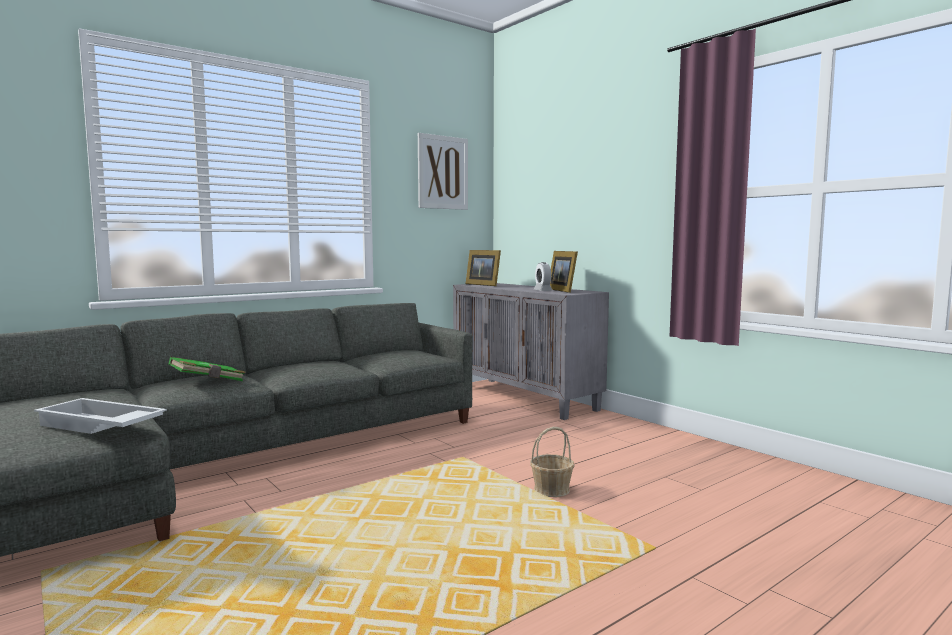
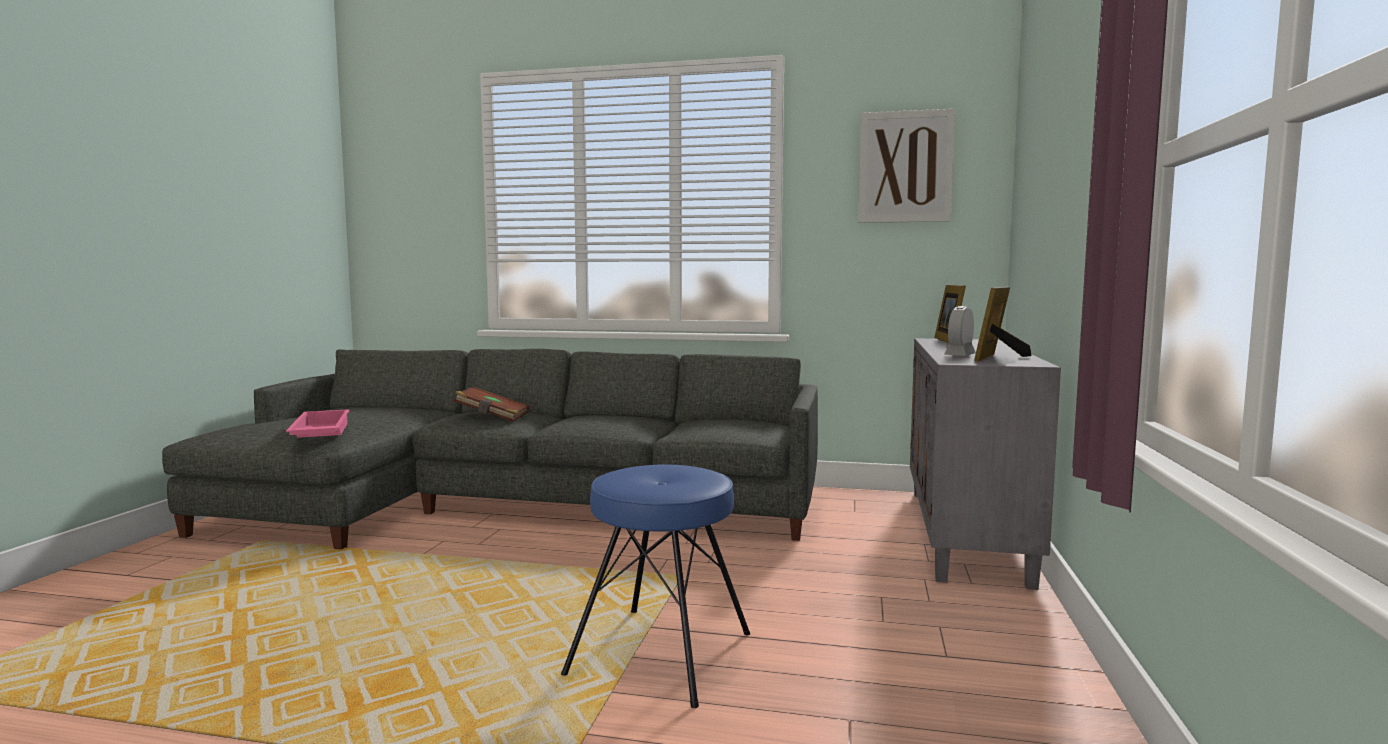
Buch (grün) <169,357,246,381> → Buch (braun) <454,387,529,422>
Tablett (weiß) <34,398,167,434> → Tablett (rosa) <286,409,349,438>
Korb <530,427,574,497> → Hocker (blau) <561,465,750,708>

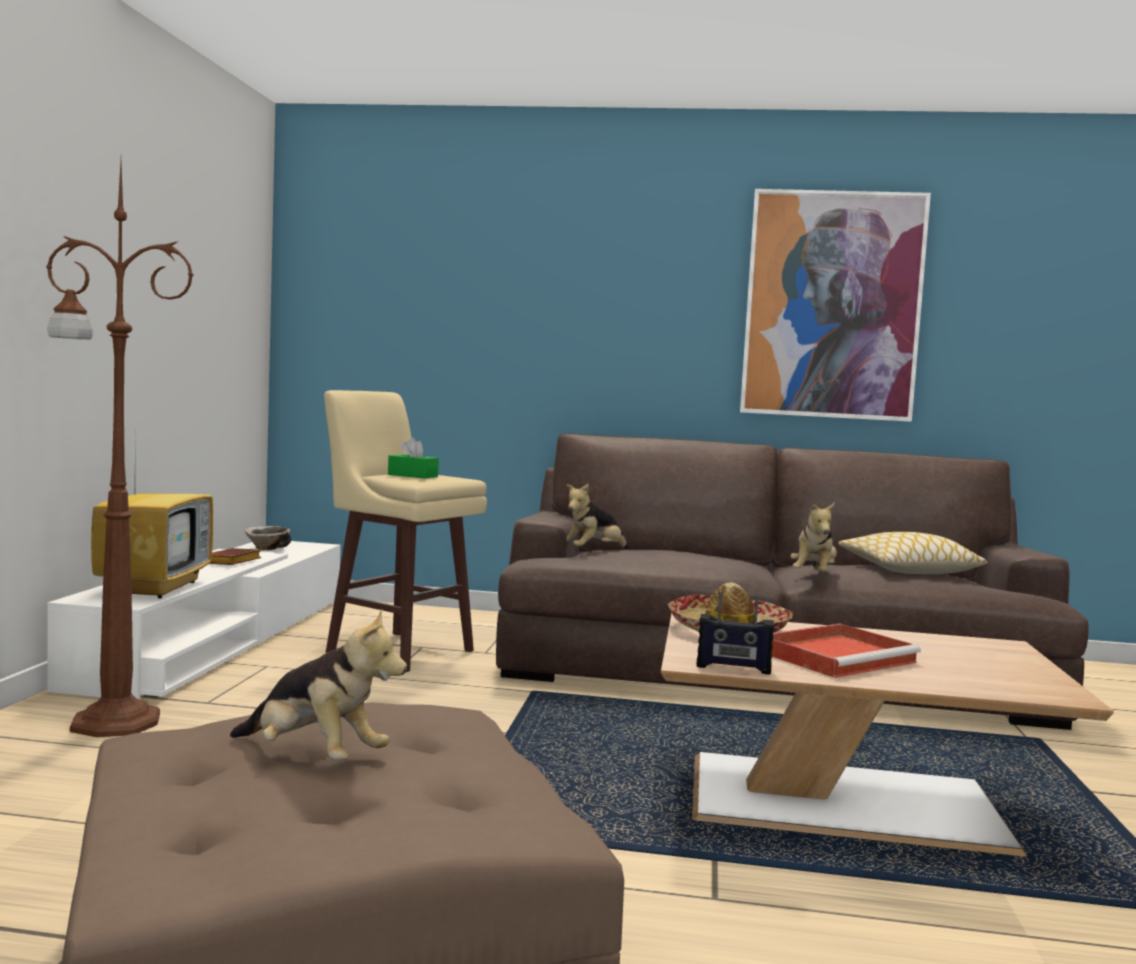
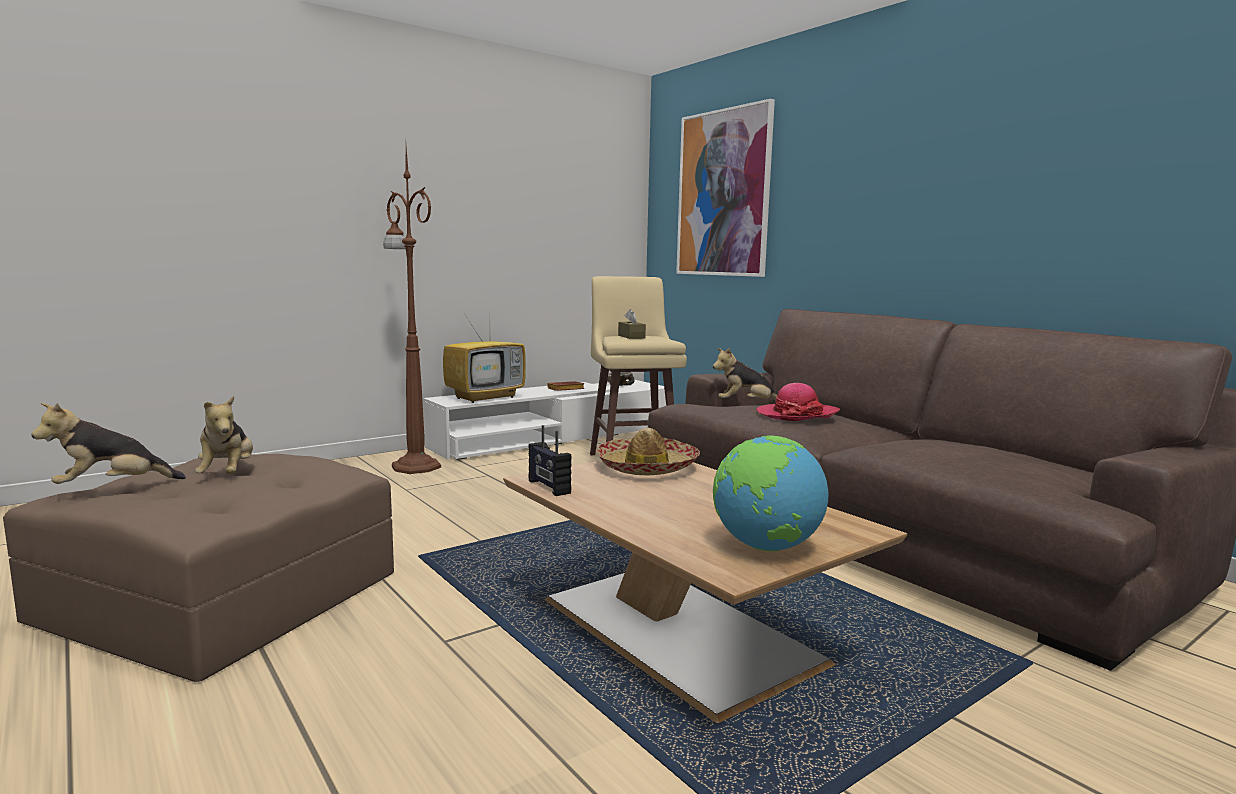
Bild <740,189,931,422> → Bild <676,99,775,277>, moved
Taschentuchbox (grün) <388,438,439,479> → Taschentuchbox (braun) <618,309,646,339>
Plüschtier <790,502,837,573> → Plüschtier <31,403,186,484>, moved
Kissen <838,532,987,574> → -
Tablett (rot) <772,624,921,678> → -
- → Hut <756,383,840,421>
- → Globus <713,436,829,551>

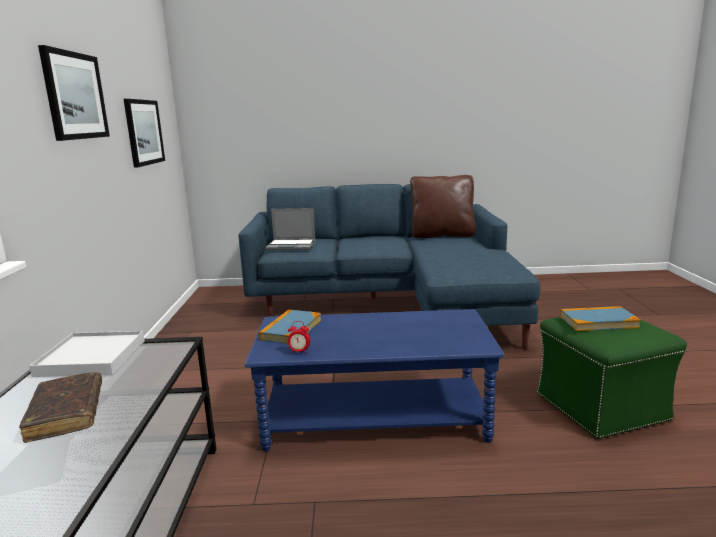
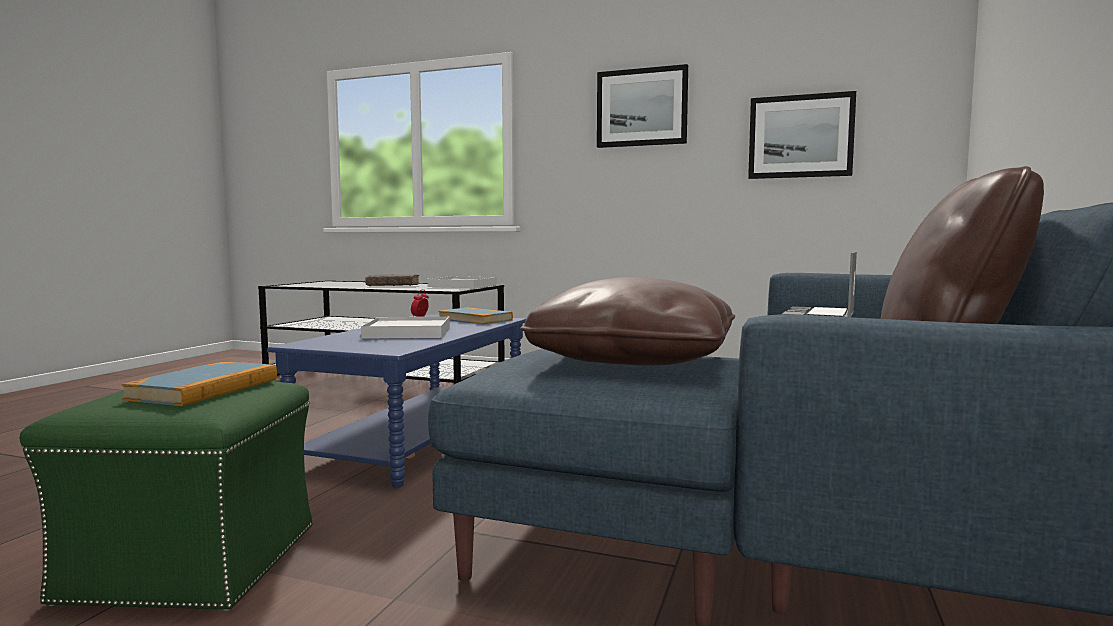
- → Kissen (braun) <520,277,735,366>
- → Tablett (weiß) <361,317,450,339>

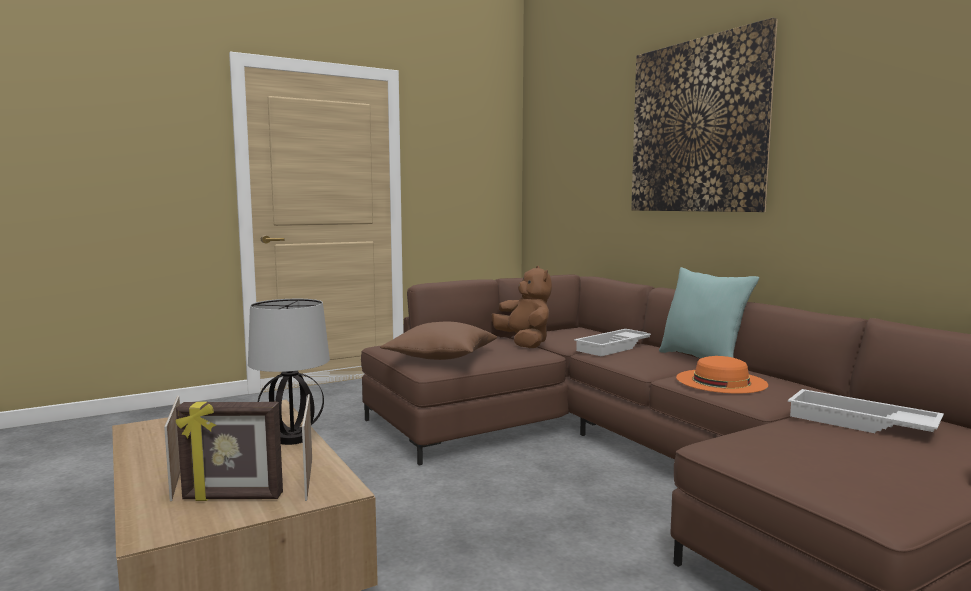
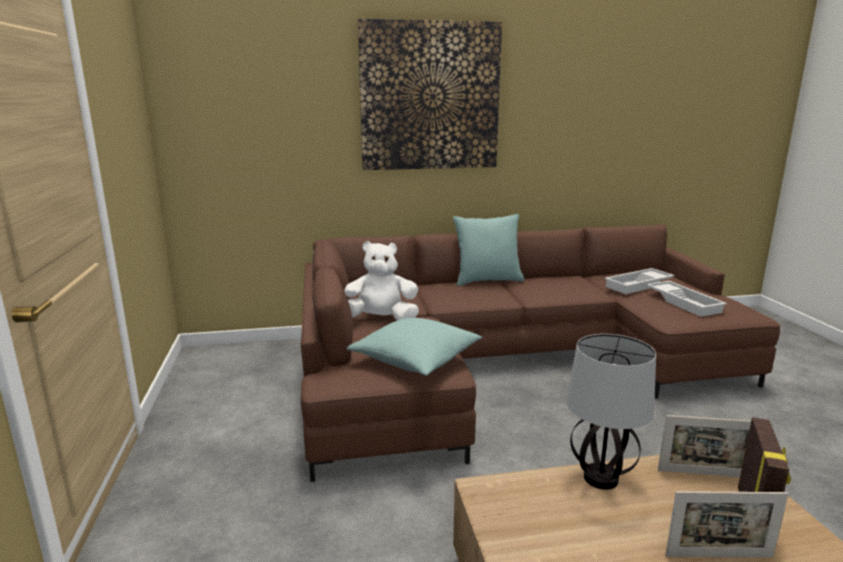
Plüschtier (braun) <491,266,552,348> → Plüschtier (weiß) <344,241,419,320>
Kissen (braun) <380,322,497,360> → Kissen (türkis) <347,318,483,376>
Tablett (weiß) <574,329,651,356> → Tablett (weiß) <646,281,727,317>, moved
Hut (orange) <676,356,768,393> → -

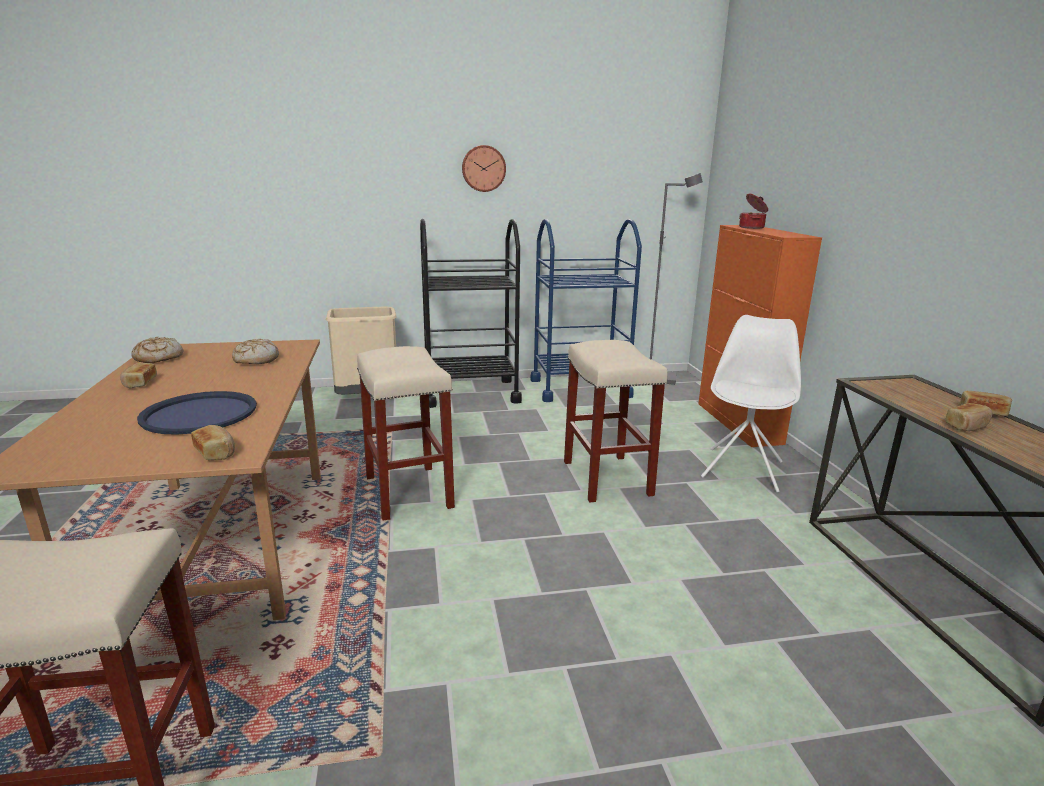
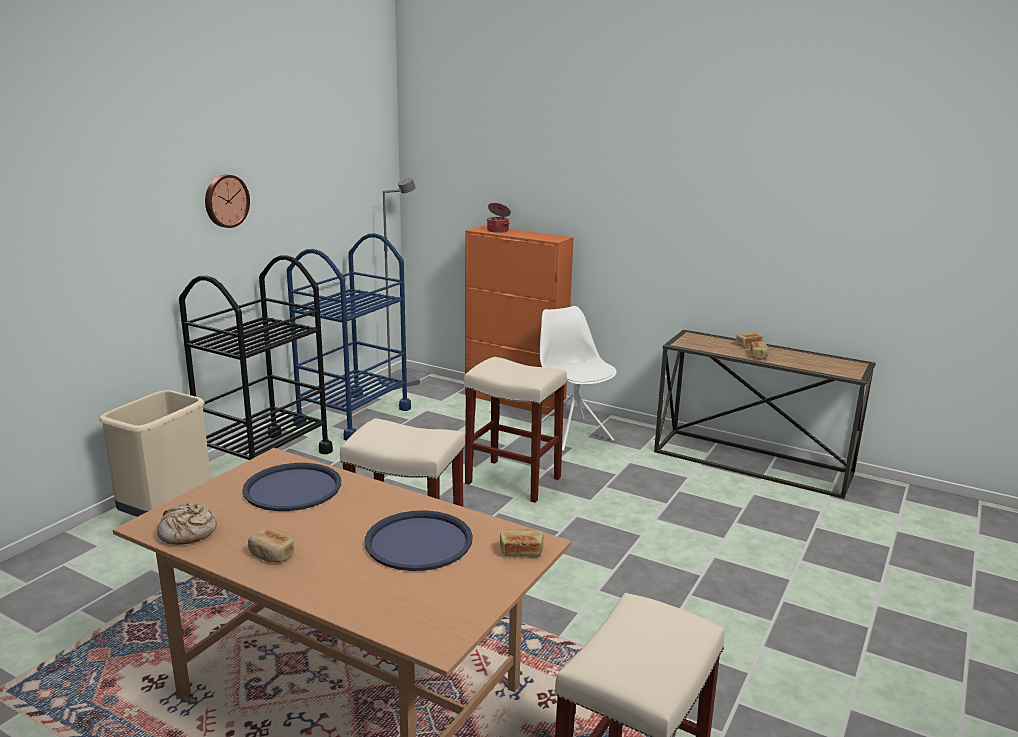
Brot <232,339,279,364> → Tablett (blau) <242,463,341,511>

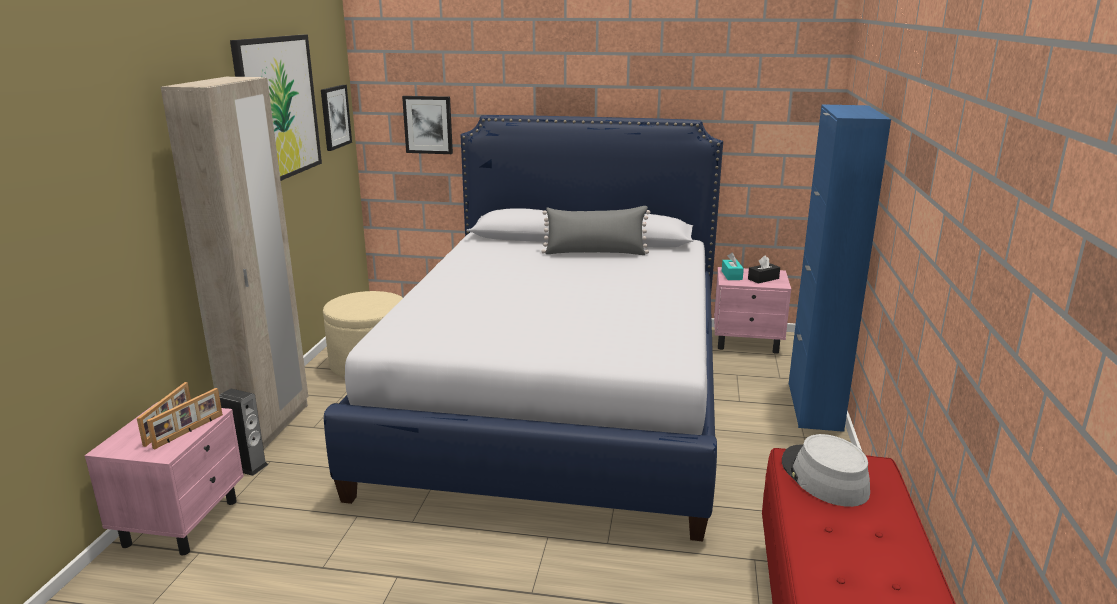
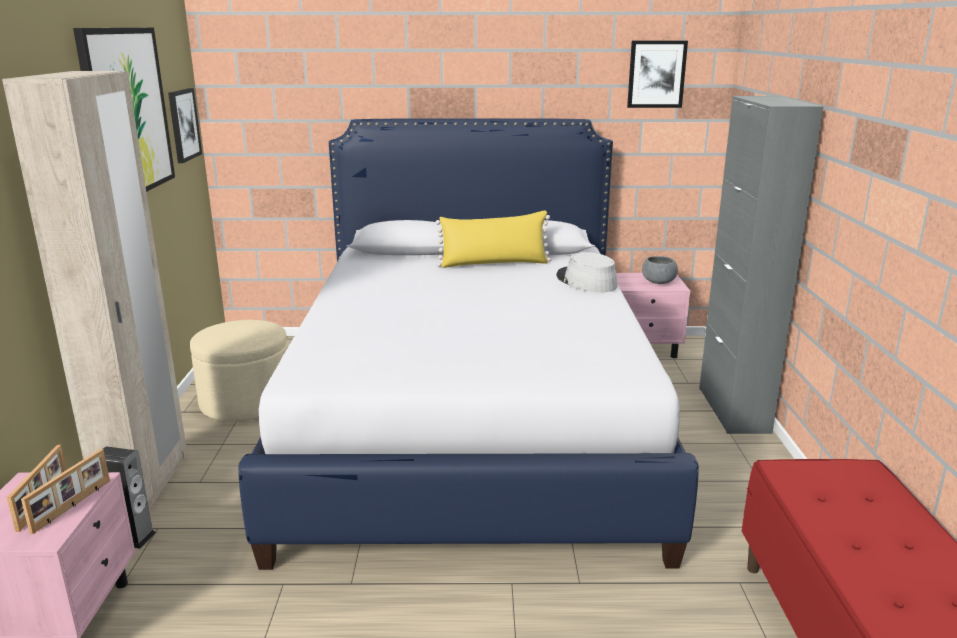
Bild <402,96,453,154> → Bild <627,41,688,108>, moved
Schrank (blau) <789,104,891,432> → Schrank (grau) <699,96,824,434>
Kissen (grau) <541,206,650,255> → Kissen (gelb) <435,211,551,268>
Taschentuchbox (türkis) <722,252,744,280> → -
Taschentuchbox (schwarz) <748,255,780,284> → Schüssel (grau) <642,256,678,284>
Hut (grau) <782,434,870,507> → Hut (grau) <557,252,618,293>, moved

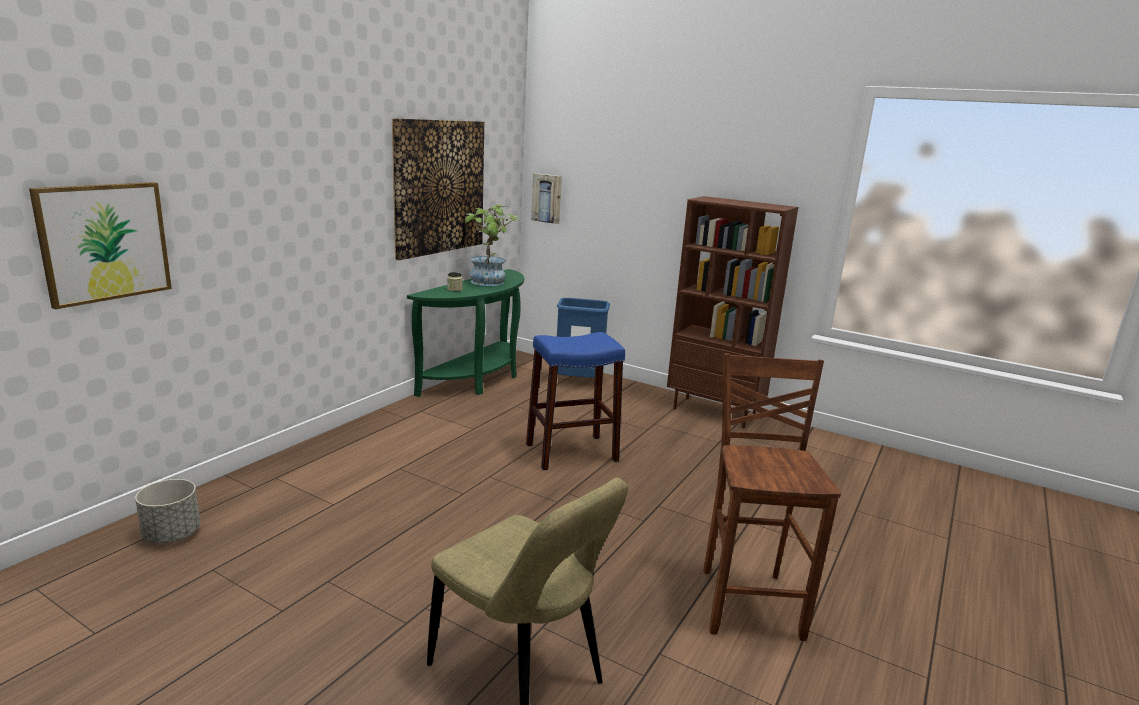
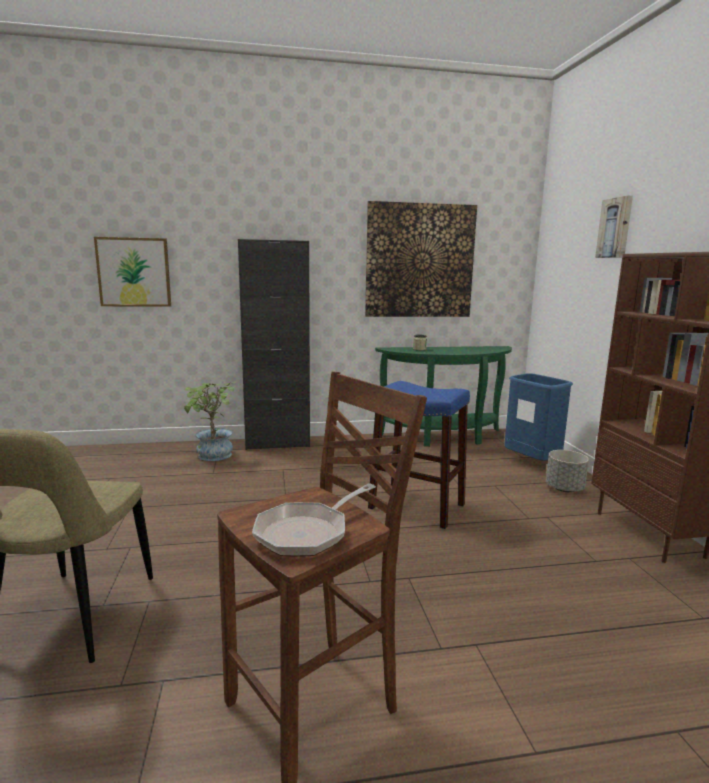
Bild <531,173,562,224> → Bild <595,196,633,258>, moved
Topfpflanze <465,204,522,286> → Topfpflanze <184,381,237,461>, moved
Pflanzkübel (grau) <135,479,200,543> → Pflanzkübel (grau) <546,450,589,492>, moved
- → Schrank (schwarz) <238,239,310,450>
- → Pfanne <252,483,376,556>

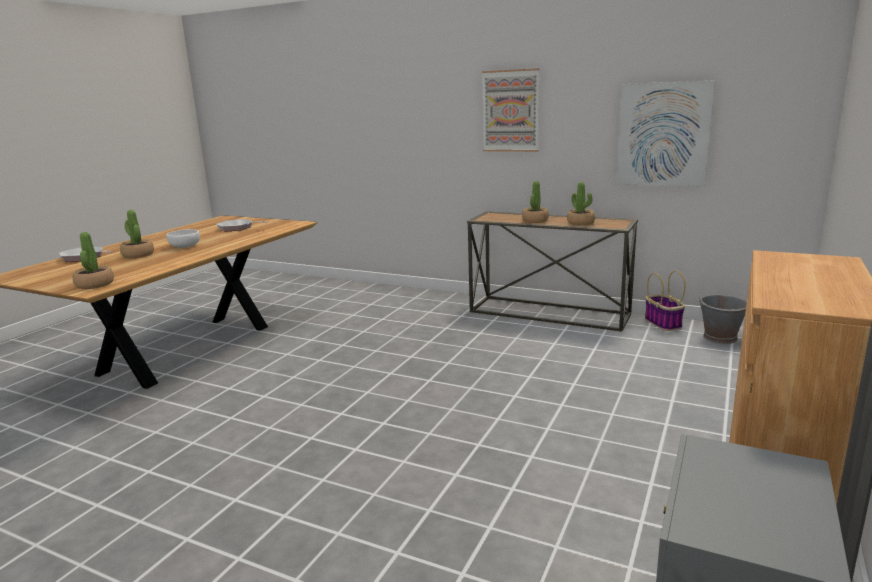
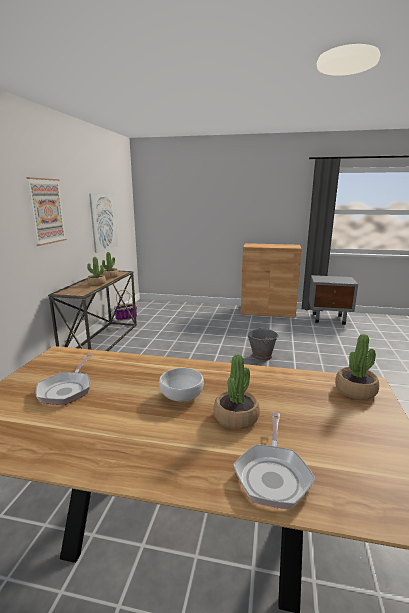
Eimer (grau) <698,295,747,344> → Eimer (grau) <247,326,279,361>, moved

